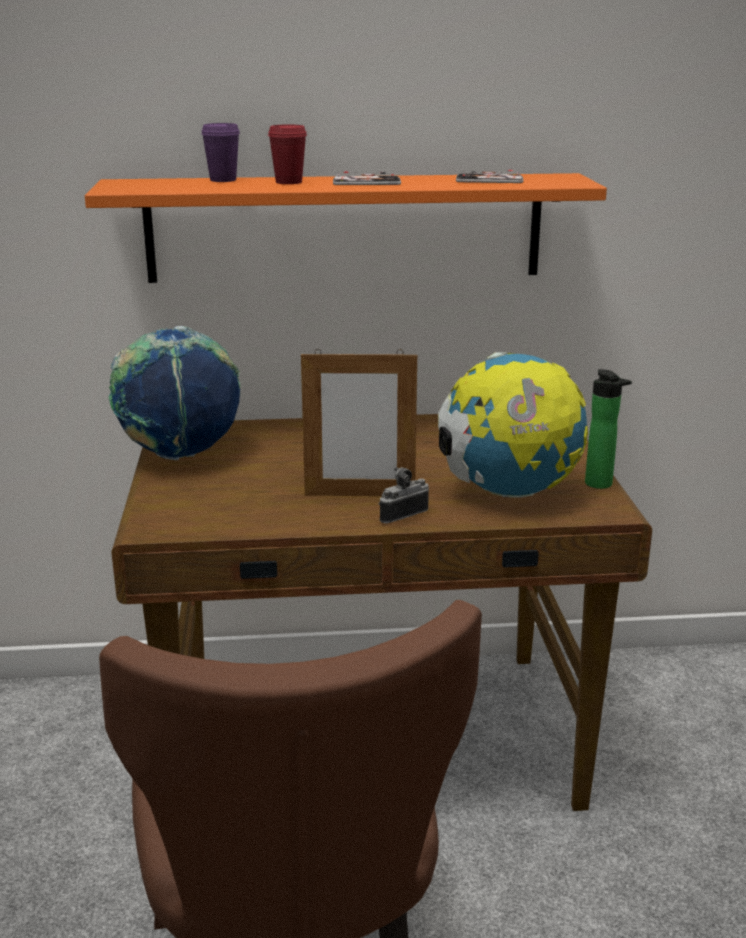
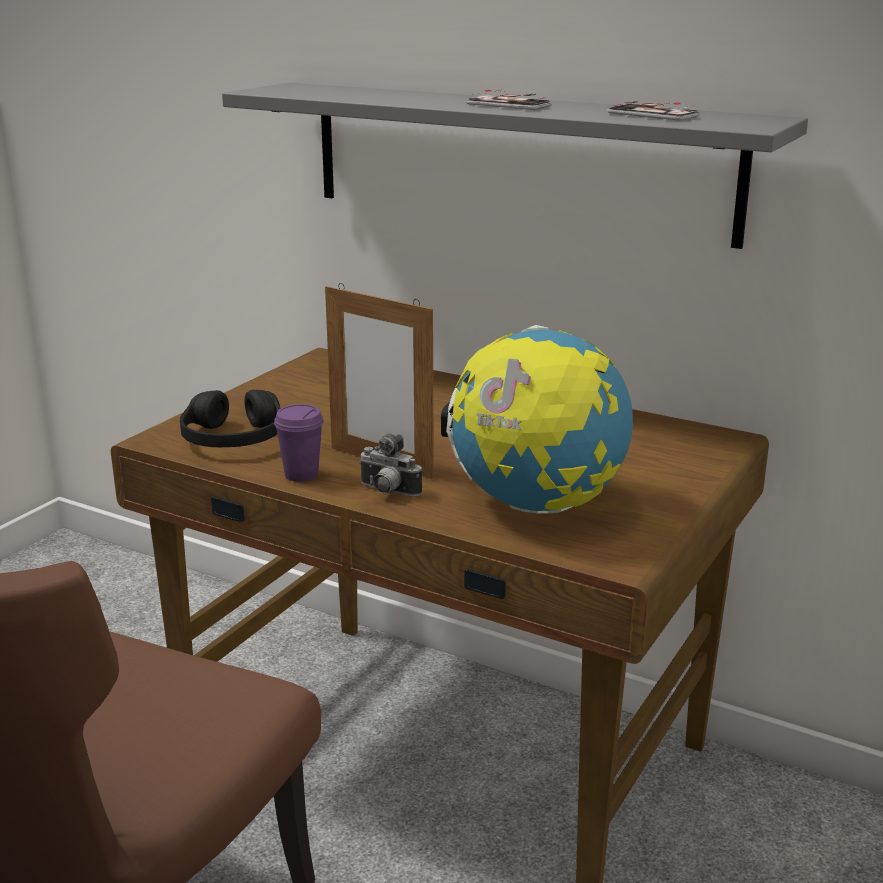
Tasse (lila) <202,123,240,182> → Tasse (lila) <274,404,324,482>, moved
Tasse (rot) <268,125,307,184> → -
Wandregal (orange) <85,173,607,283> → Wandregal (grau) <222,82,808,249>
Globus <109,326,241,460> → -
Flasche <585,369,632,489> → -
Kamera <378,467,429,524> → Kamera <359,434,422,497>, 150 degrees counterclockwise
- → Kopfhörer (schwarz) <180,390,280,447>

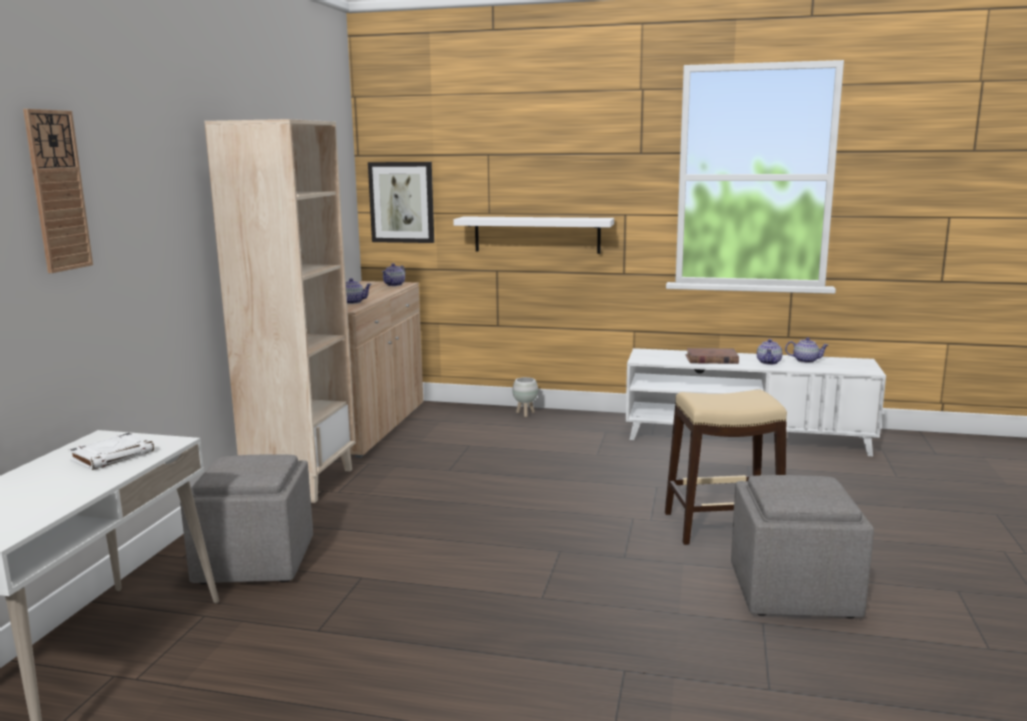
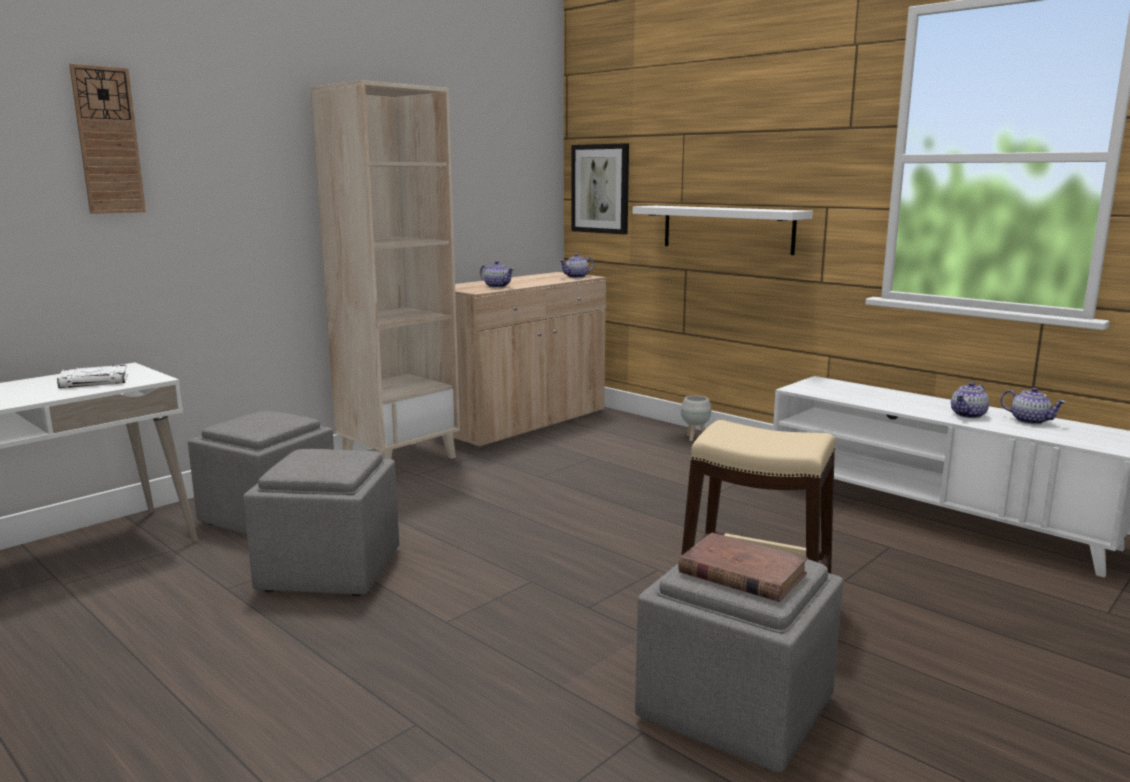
Buch (braun) <685,348,739,364> → Buch (braun) <678,533,808,602>, moved
- → Polsterhocker (grau) <243,449,399,596>

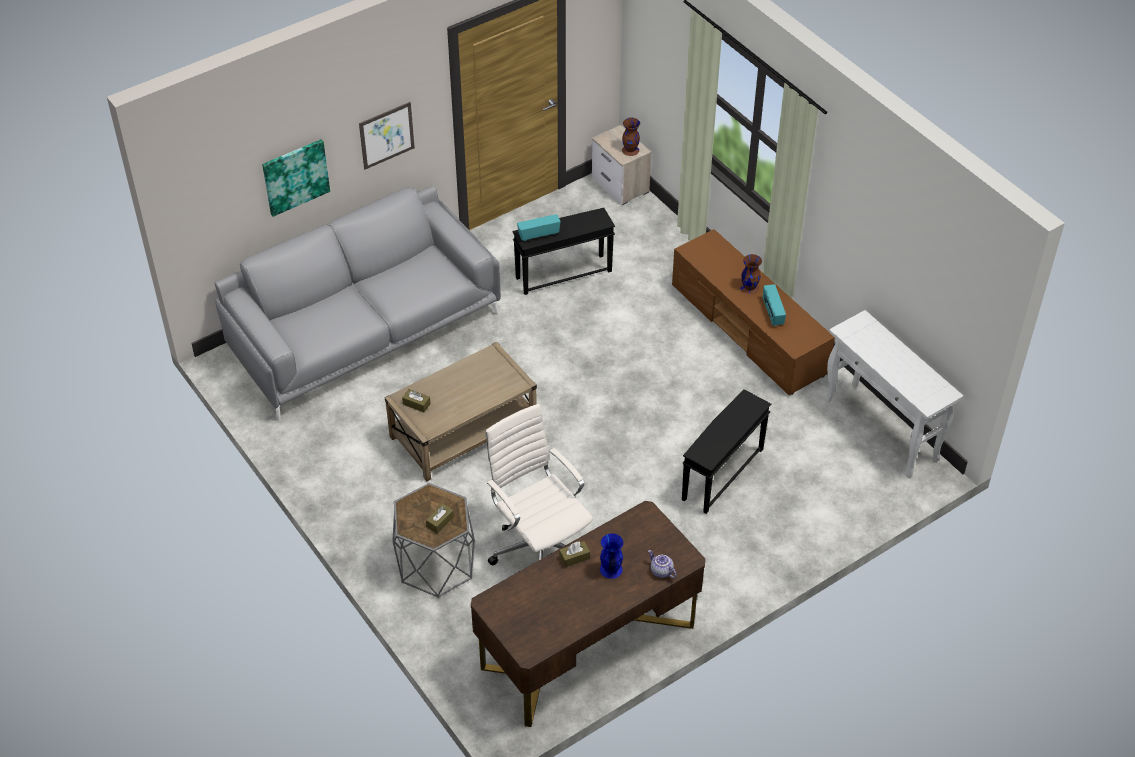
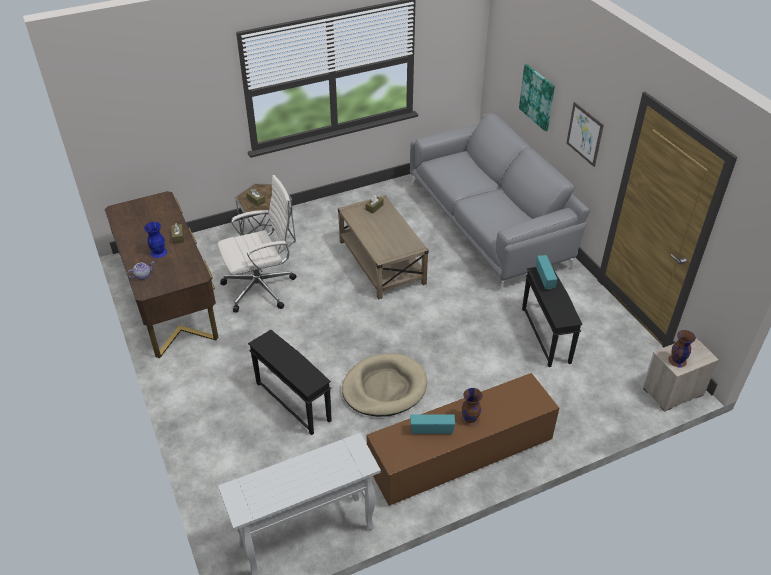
- → Hundebett (beige) <342,353,427,417>

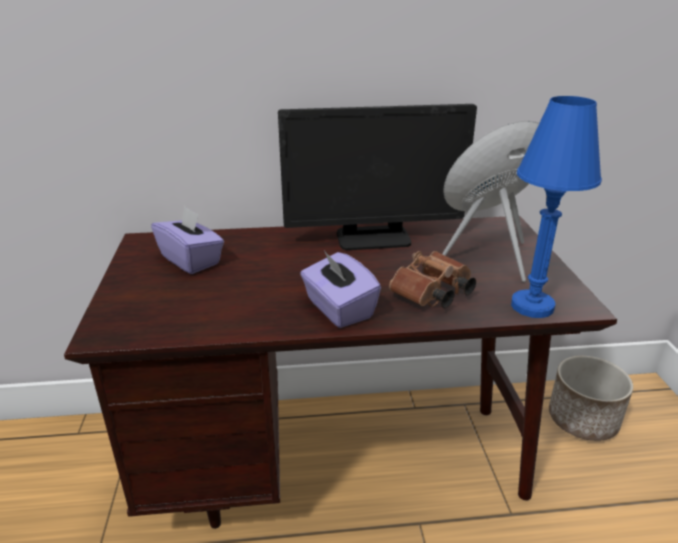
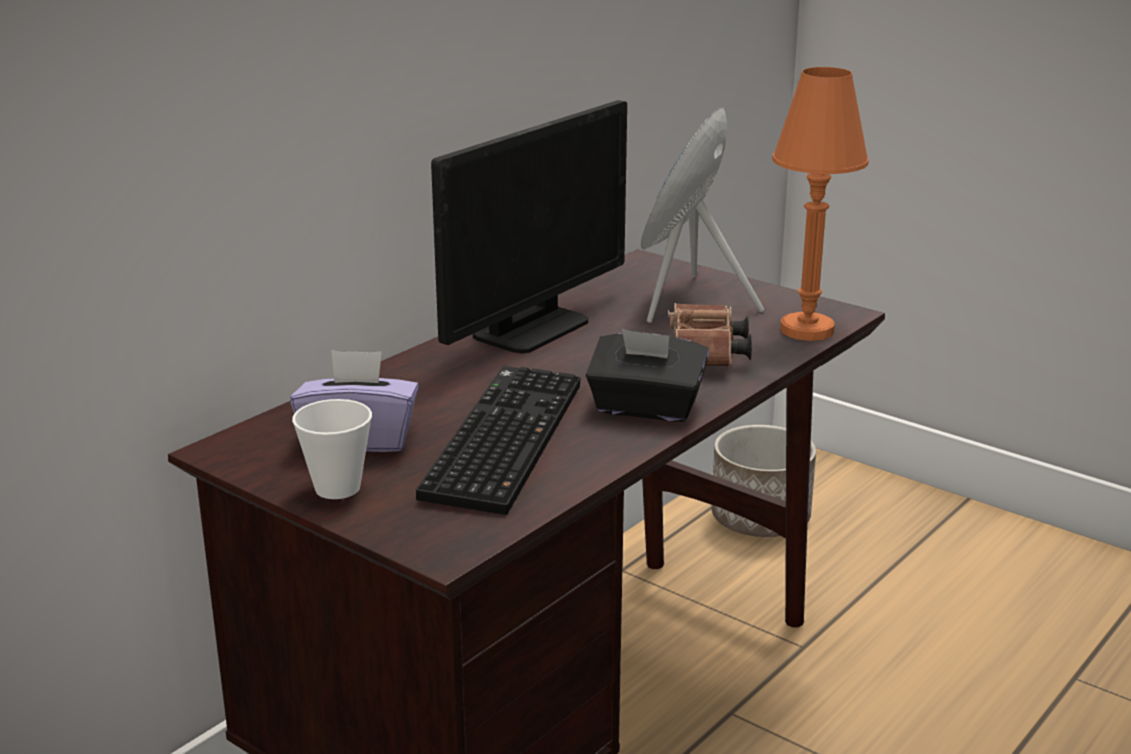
Tischlampe (blau) <511,96,602,318> → Tischlampe (orange) <772,67,869,341>
Taschentuchbox (lila) <300,251,381,328> → Taschentuchbox (schwarz) <586,329,709,422>
- → Tastatur <416,366,580,515>
- → Tasse <292,399,372,499>

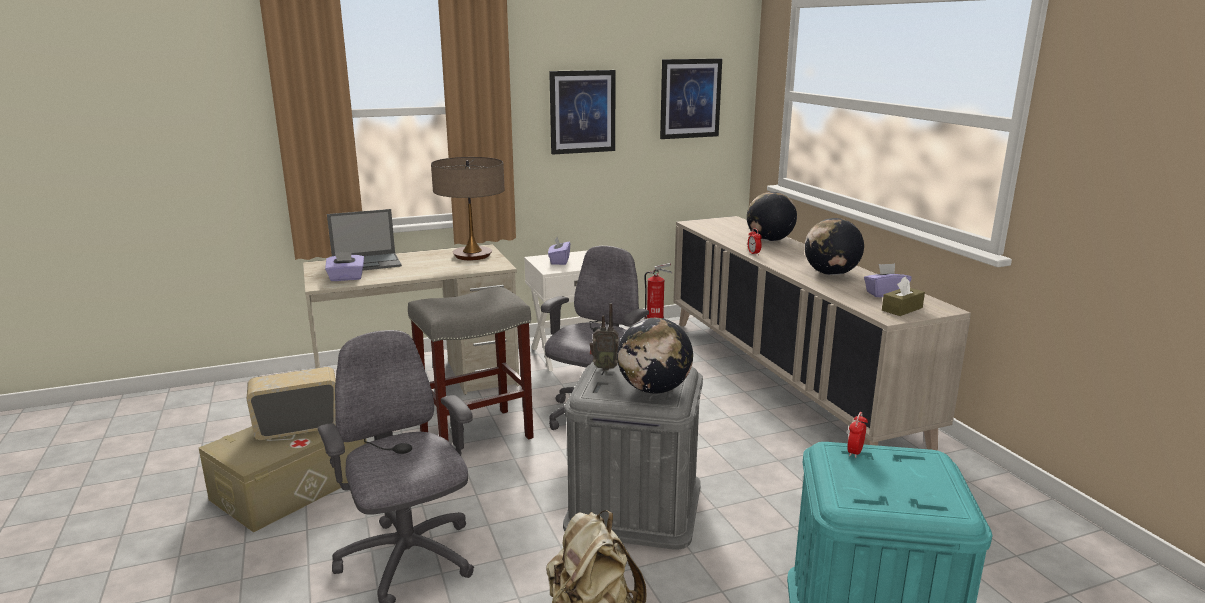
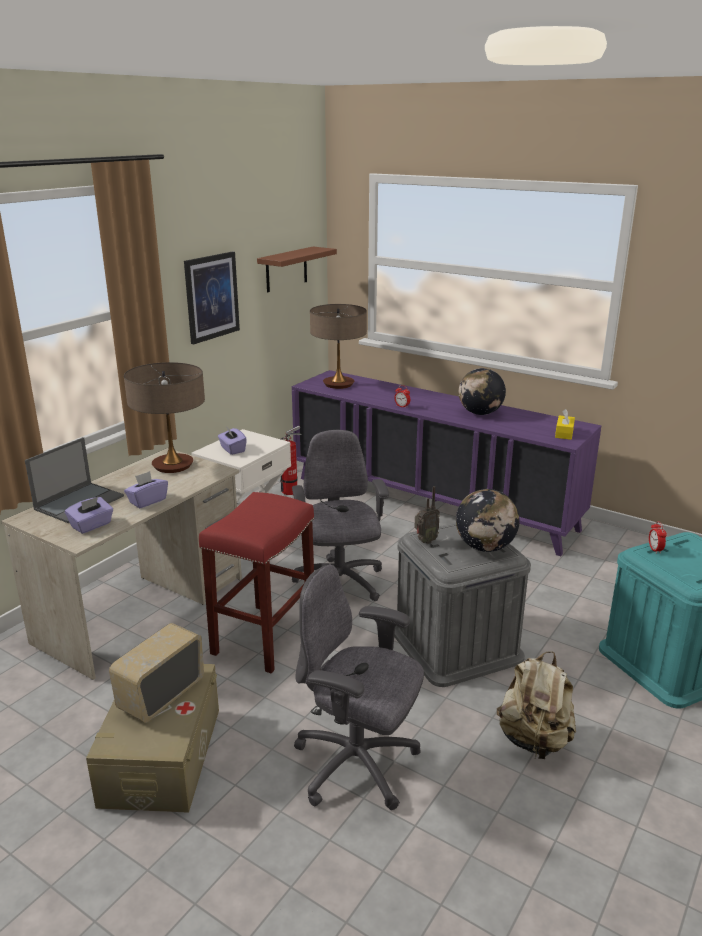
Bild <660,59,722,139> → Wandregal (braun) <257,247,337,292>
Globus <747,192,797,241> → -
Schrank (beige) <673,216,971,451> → Schrank (lila) <292,370,601,556>
Taschentuchbox (lila) <864,263,912,297> → Taschentuchbox (lila) <124,471,168,508>, moved
Taschentuchbox (braun) <882,276,925,316> → Taschentuchbox (gelb) <555,409,575,440>
Hocker (grau) <408,287,534,441> → Hocker (rot) <199,492,314,673>
- → Tischlampe <310,304,367,389>

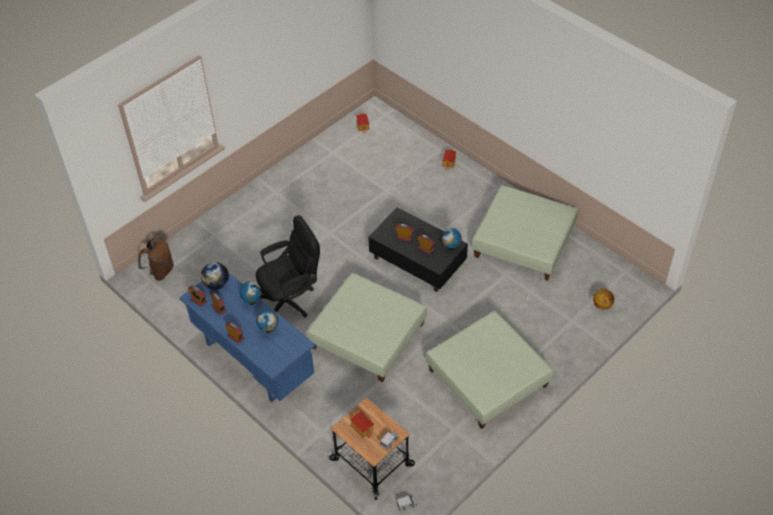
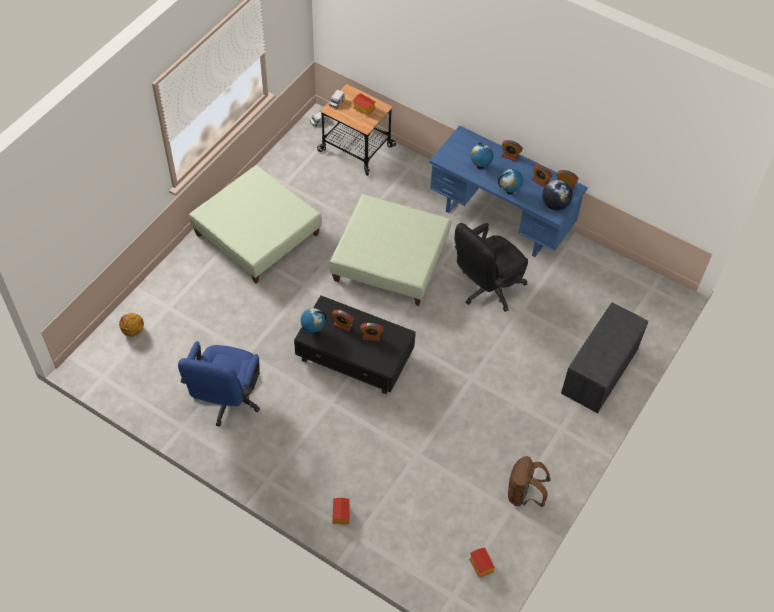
Polsterhocker (grün) <472,185,578,281> → Bürostuhl (blau) <178,341,260,427>
Rucksack (braun) <138,238,174,281> → Rucksack (braun) <508,456,551,507>, moved
- → Bank (grau) <561,303,648,413>

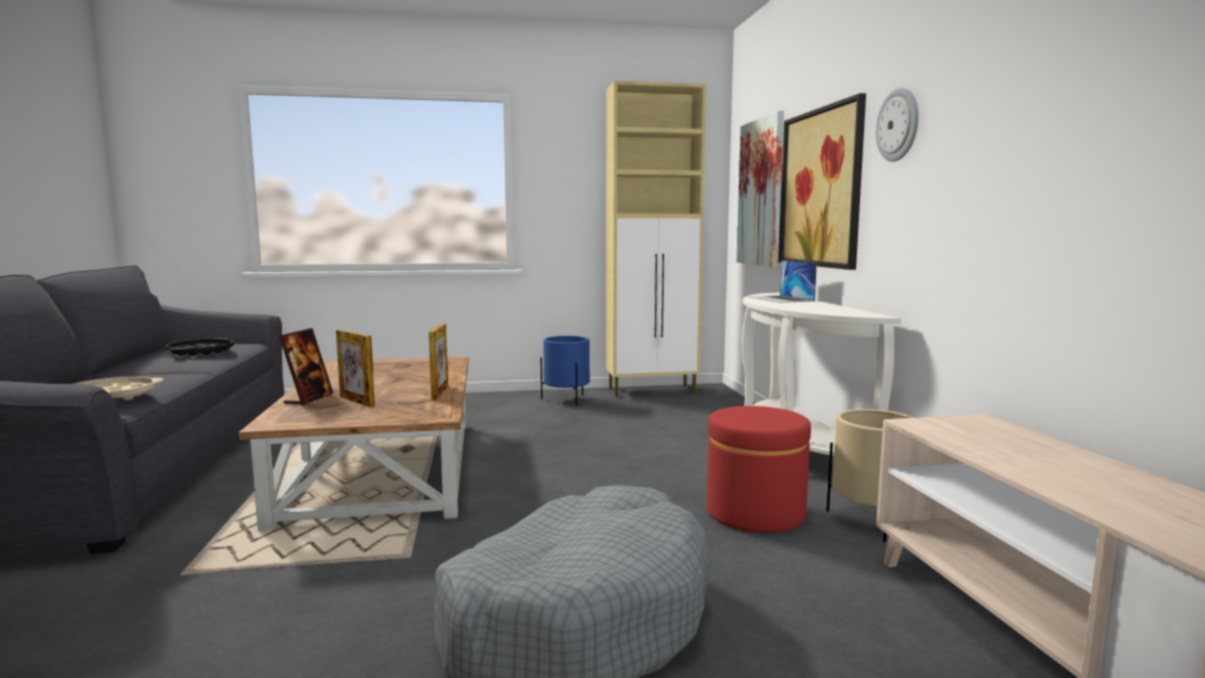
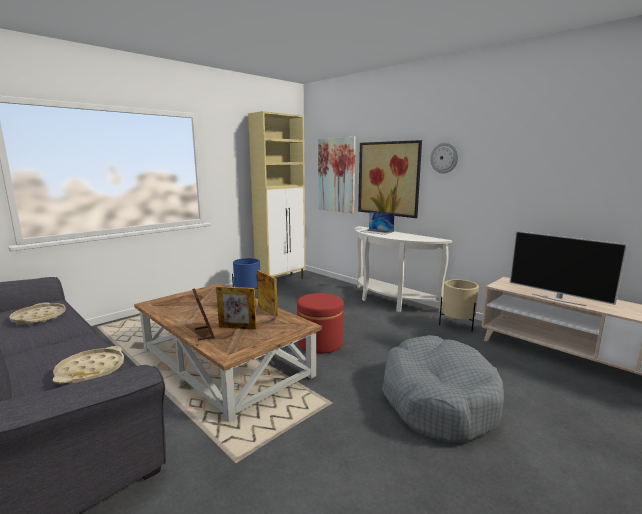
Tablett (schwarz) <166,338,234,356> → Tablett (beige) <9,302,66,325>
Polsterhocker (rot) <707,406,811,533> → Polsterhocker (rot) <297,293,344,354>, moved
- → Fernseher <509,231,628,306>

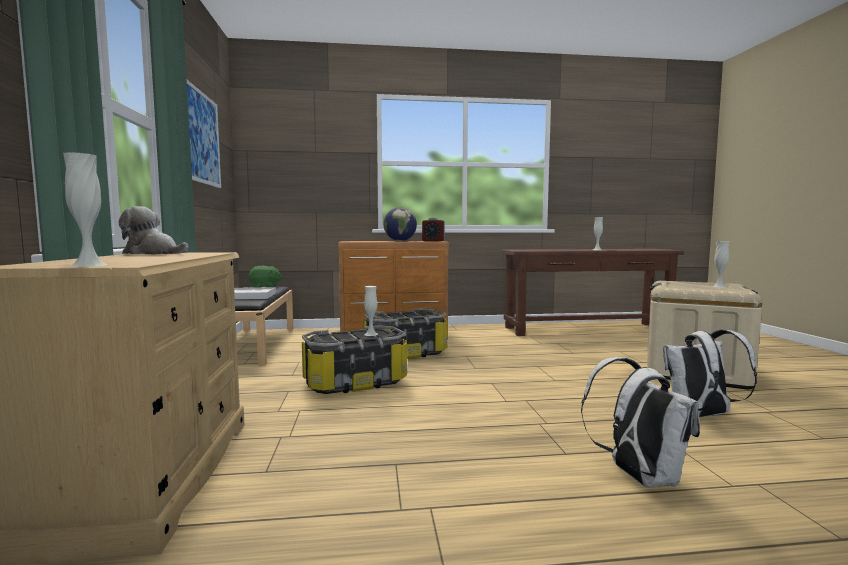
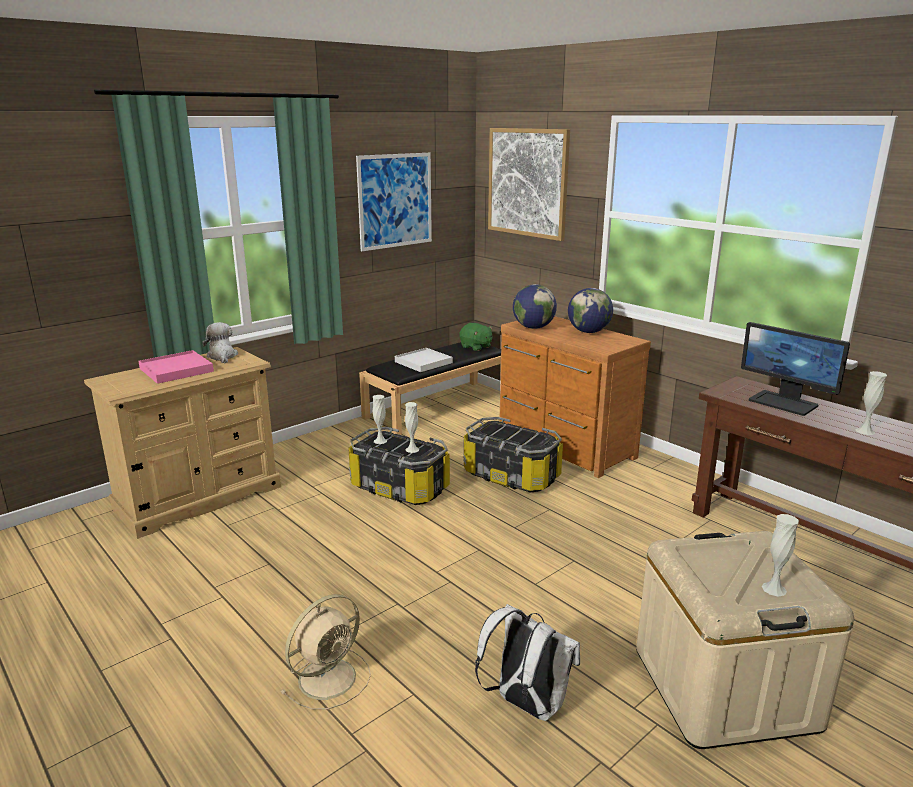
Vase (weiß) <63,152,108,267> → Vase (weiß) <373,395,387,444>, moved
Wecker <422,218,445,241> → -
Rucksack (weiß) <581,357,700,487> → Ventilator (beige) <281,594,371,710>
- → Bild <488,128,570,241>
- → Globus <513,284,557,329>
- → Monitor <741,322,850,416>
- → Tablett (rosa) <139,350,214,384>

